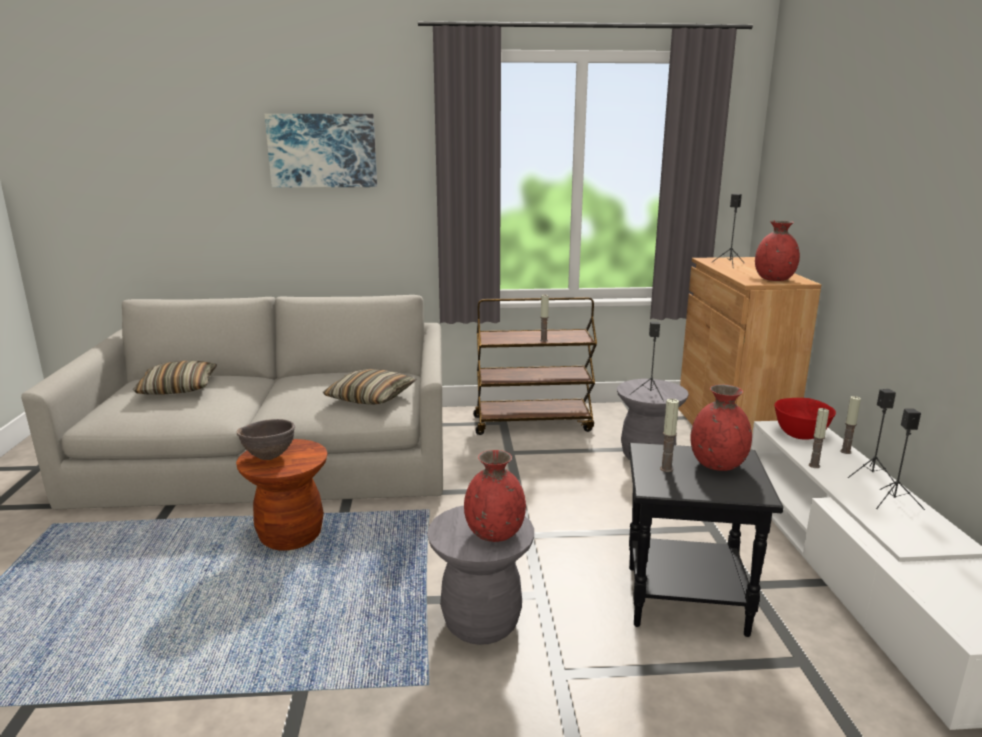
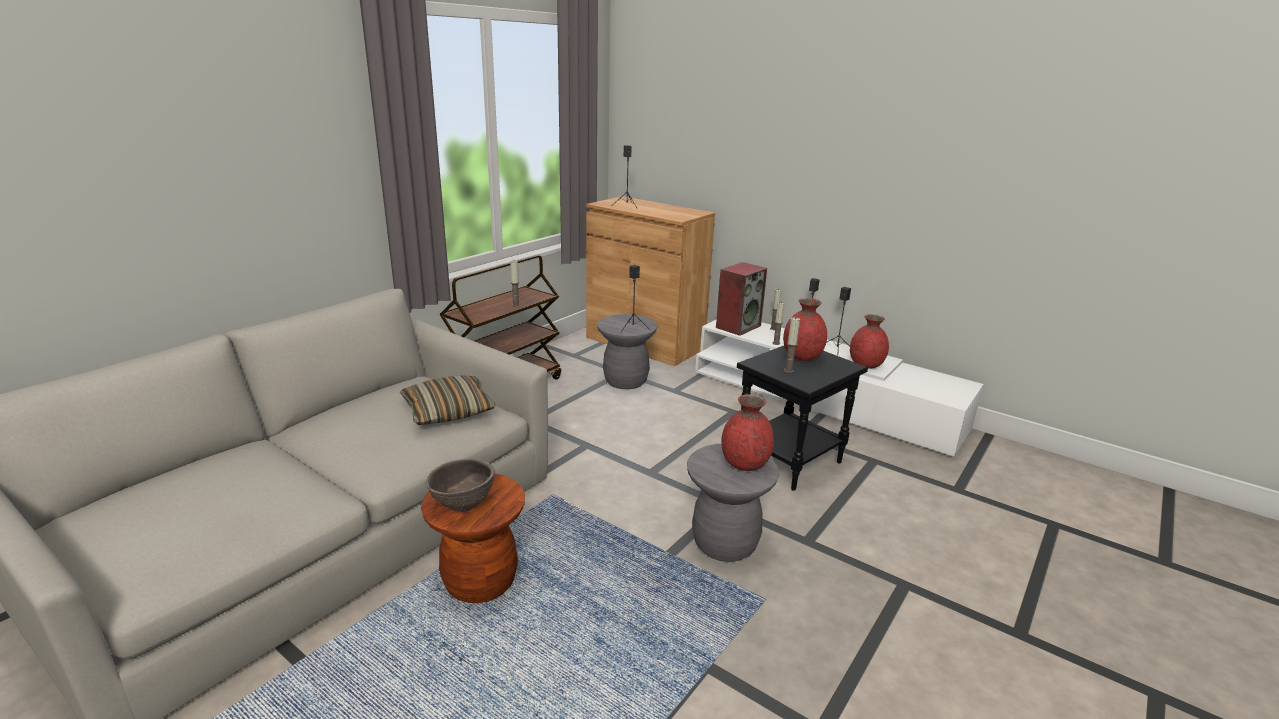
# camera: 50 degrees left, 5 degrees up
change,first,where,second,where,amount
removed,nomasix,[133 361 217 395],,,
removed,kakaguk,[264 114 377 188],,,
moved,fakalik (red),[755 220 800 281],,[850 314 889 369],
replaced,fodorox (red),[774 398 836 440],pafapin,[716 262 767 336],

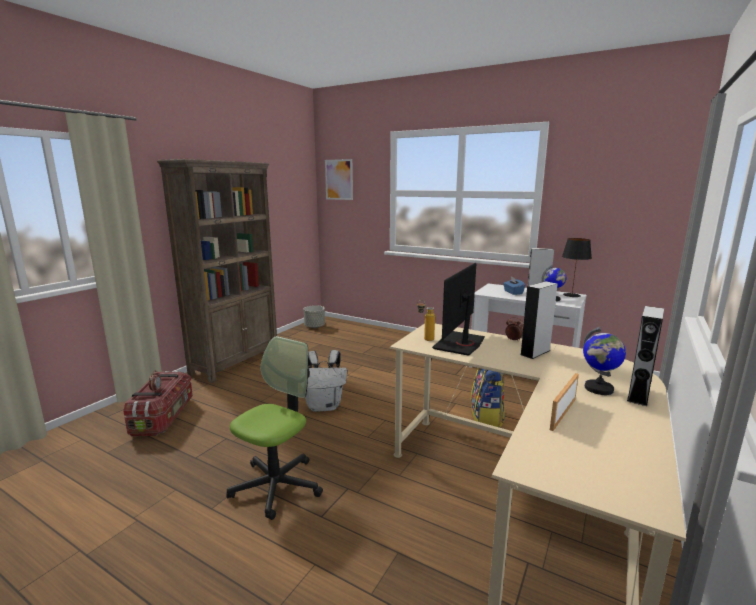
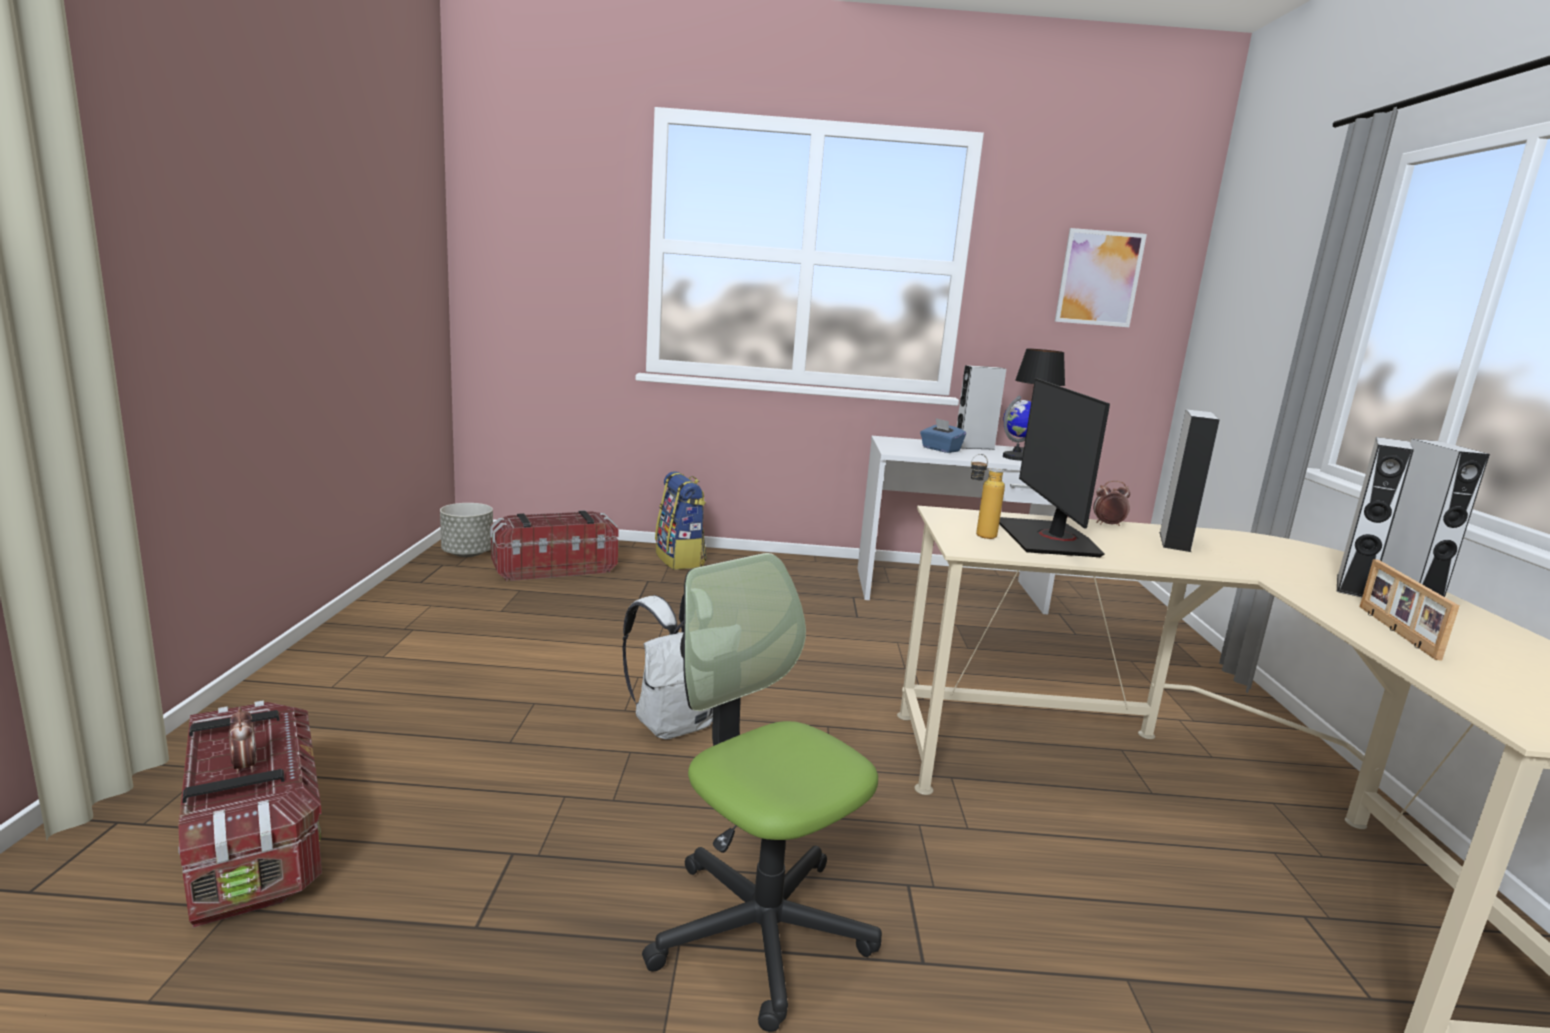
# camera: 30 degrees left, 0 degrees up
change,first,where,second,where,amount
removed,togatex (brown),[157 159 277 383],,,
turned,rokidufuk,[226 336 323 520],,[642 553 882 1032],45 degrees counterclockwise
moved,kakaguk,[325 159 353 200],,[1055 228 1147 327],
moved,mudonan,[471 368 505 428],,[655 471 707 570],
replaced,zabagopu,[583 327 626 395],pafapin (grey),[1337 437 1414 597],
added,,,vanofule,[490 510 619 581],

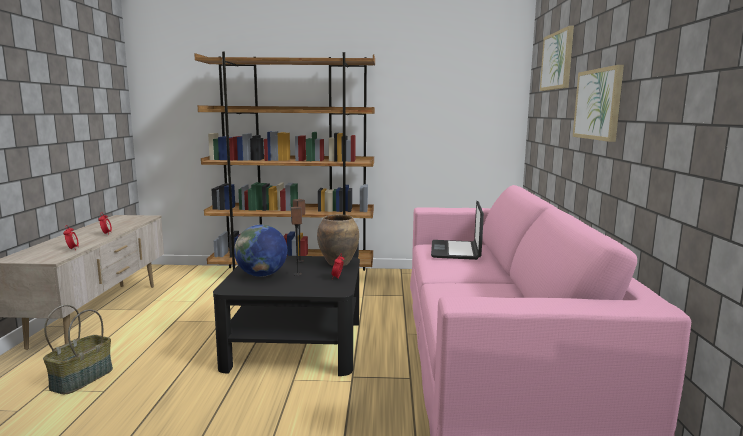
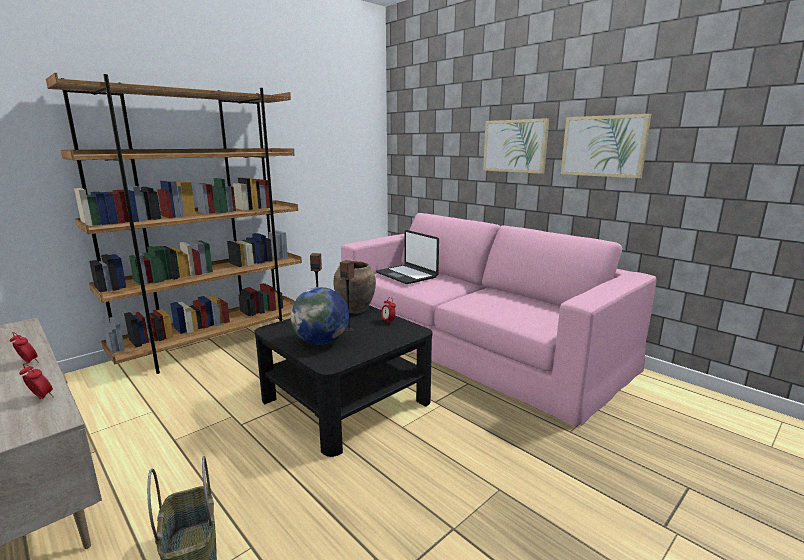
# camera: 45 degrees left, 5 degrees up
change,first,where,second,where,amount
moved,kakaguk,[540 26 574 91],,[561 114 651 178],

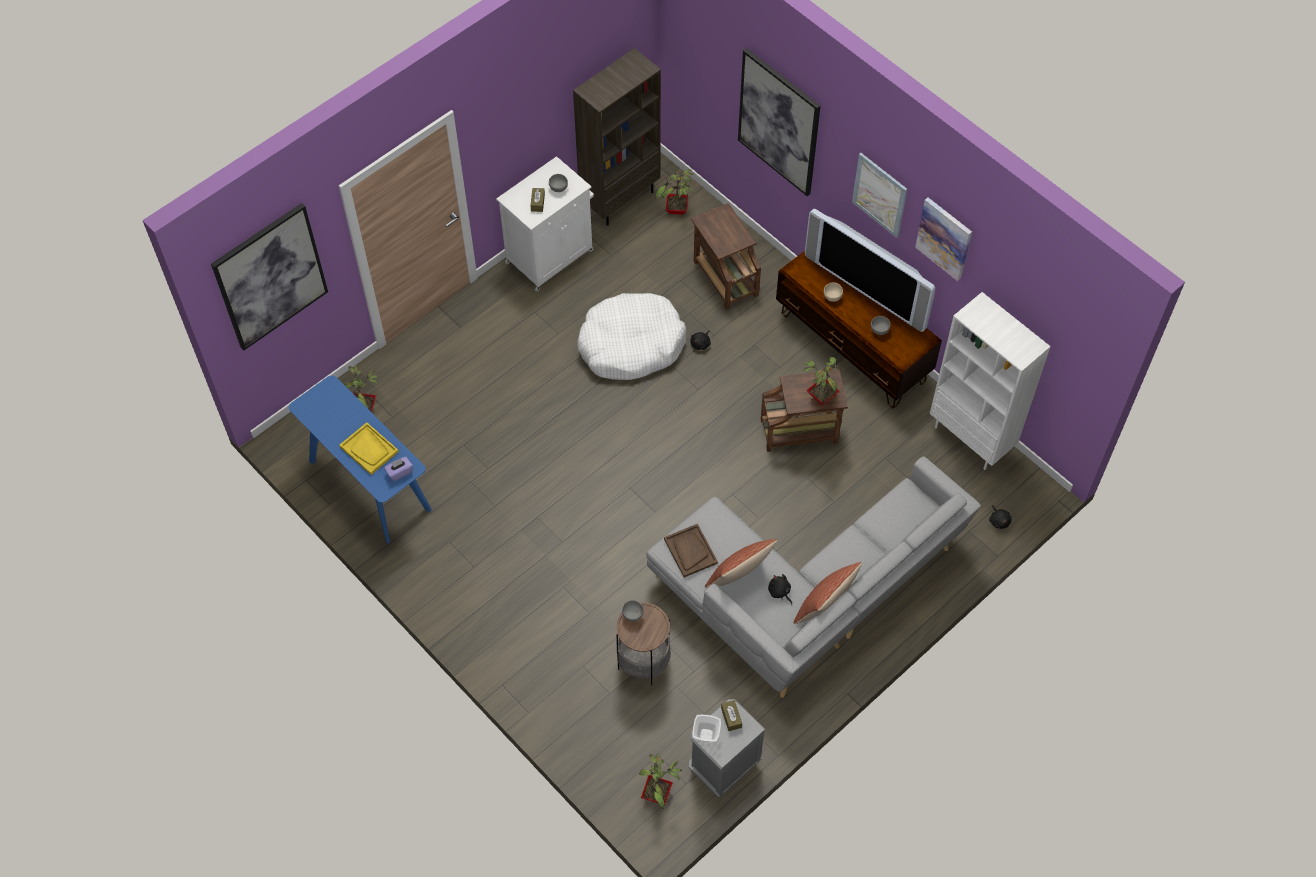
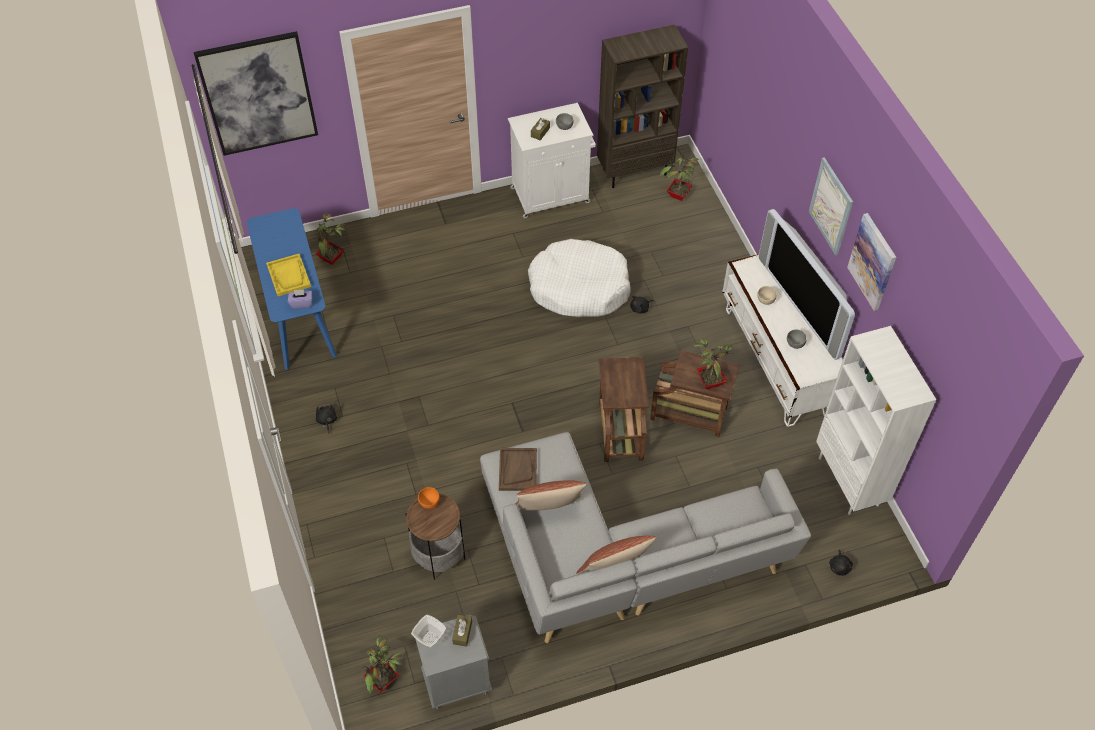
# camera: 25 degrees right, 5 degrees down
change,first,where,second,where,amount
recoloured,fodorox (grey),[622 600 644 622],fodorox (orange),[418 487 440 509],
moved,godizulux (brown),[691 203 761 310],,[599 357 649 462],
removed,kakaguk,[738 48 821 196],,,
moved,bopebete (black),[768 574 792 604],,[316 403 337 433],
recoloured,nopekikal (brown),[776 251 942 408],nopekikal (white),[722 254 843 427],

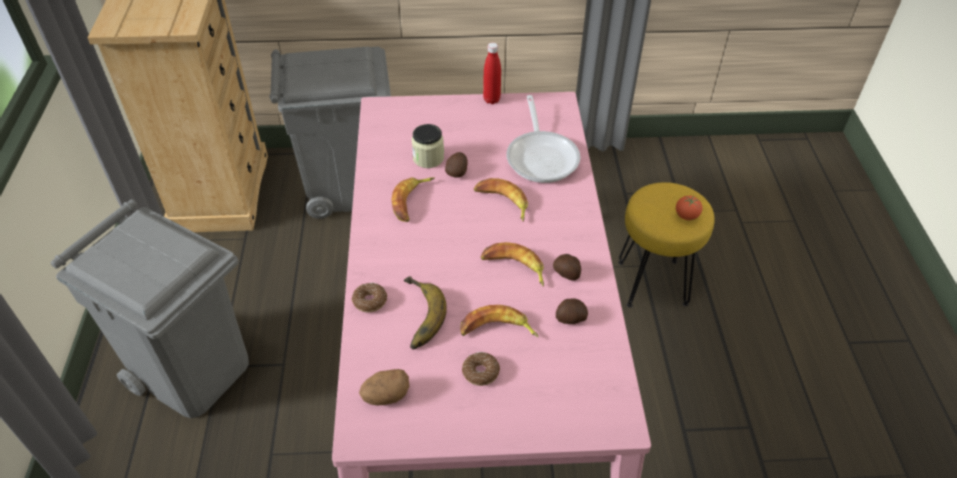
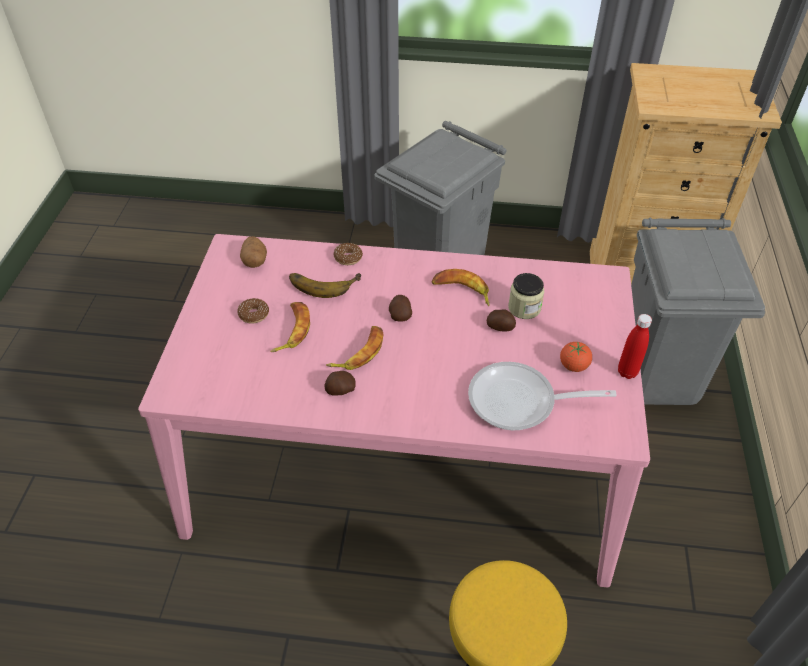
# camera: 100 degrees right, 0 degrees up
change,first,where,second,where,amount
removed,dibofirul,[474 178 528 222],,,
moved,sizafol,[556 298 588 324],,[389 295 412 322],
moved,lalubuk,[676 196 702 220],,[560 342 592 372],

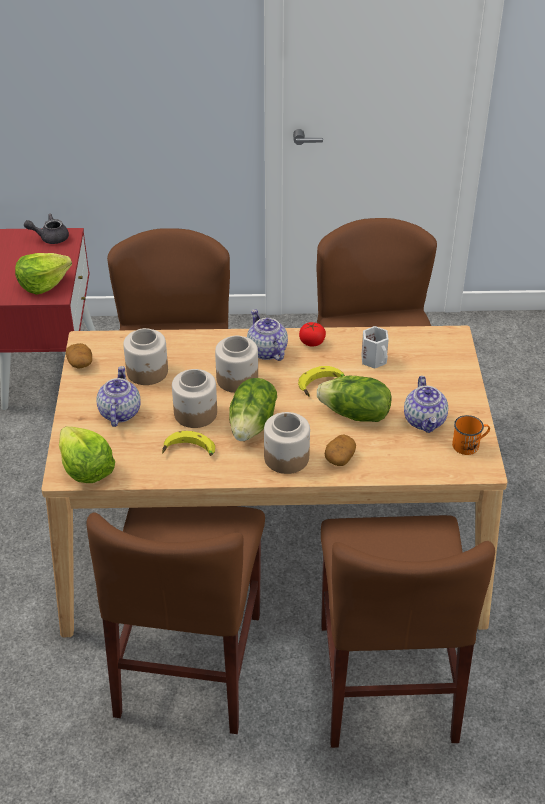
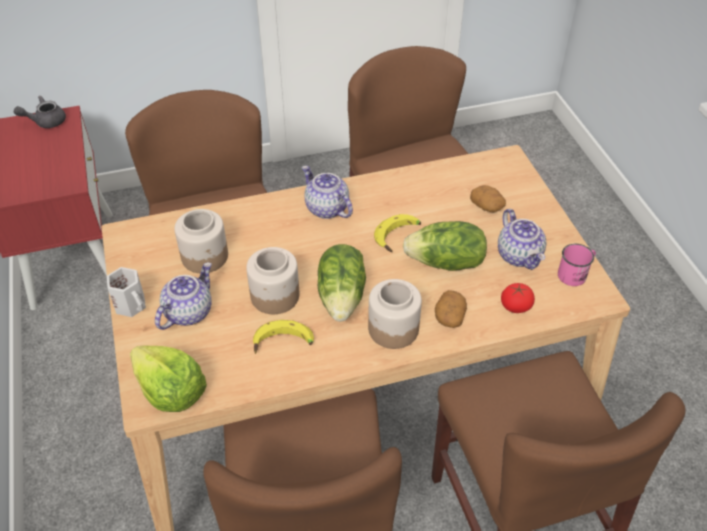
# camera: 15 degrees left, 5 degrees up
change,first,where,second,where,amount
removed,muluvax,[15 253 72 295],,,
moved,sizafol,[66 343 92 369],,[470 185 506 212],
turned,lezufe,[97 366 141 427],,[155 262 212 330],45 degrees clockwise
removed,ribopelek,[215 336 258 393],,,
moved,lalubuk,[299 322 326 347],,[501 283 535 313],
moved,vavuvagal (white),[361 326 389 369],,[107 267 146 317],
recoloured,vavuvagal (orange),[452 415 490 455],vavuvagal (pink),[558 244 596 286],

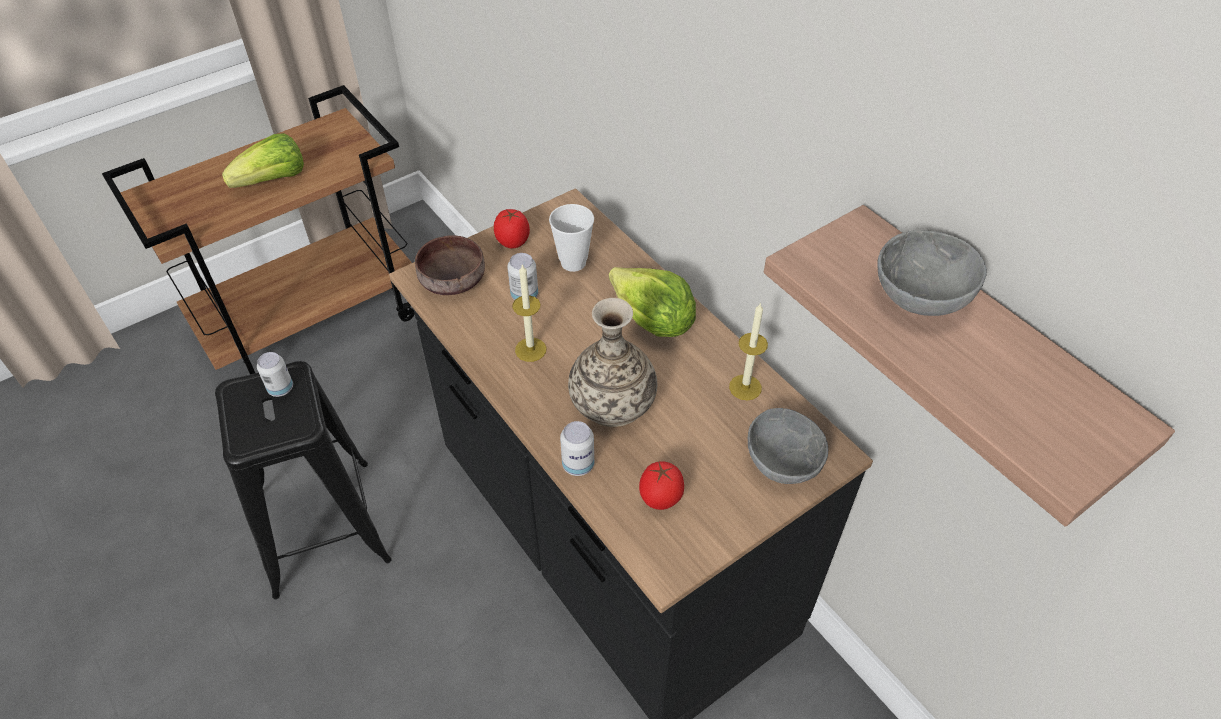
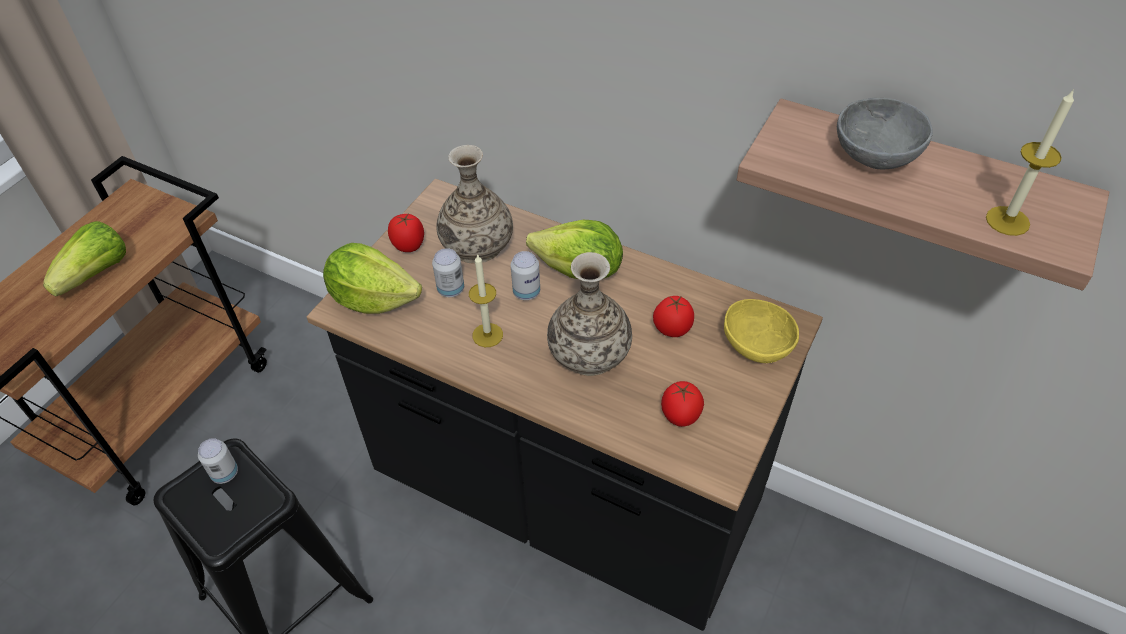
# camera: 25 degrees left, 0 degrees up
change,first,where,second,where,amount
replaced,fodorox (brown),[415 235 485 295],muluvax,[323 243 422 314],
replaced,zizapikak,[549 204 594 272],fakalik,[436 145 513 264],
moved,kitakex,[560 421 594 476],,[511 251 540 300],
moved,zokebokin,[729 303 768 401],,[986 89 1074 236],
recoloured,fodorox (grey),[748 408 828 484],fodorox (yellow),[724 299 799 363],
added,,,lalubuk,[653 296 694 337],

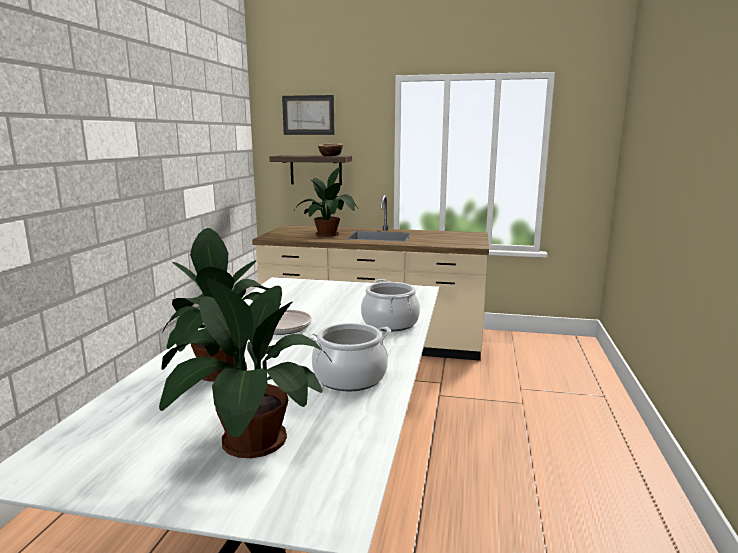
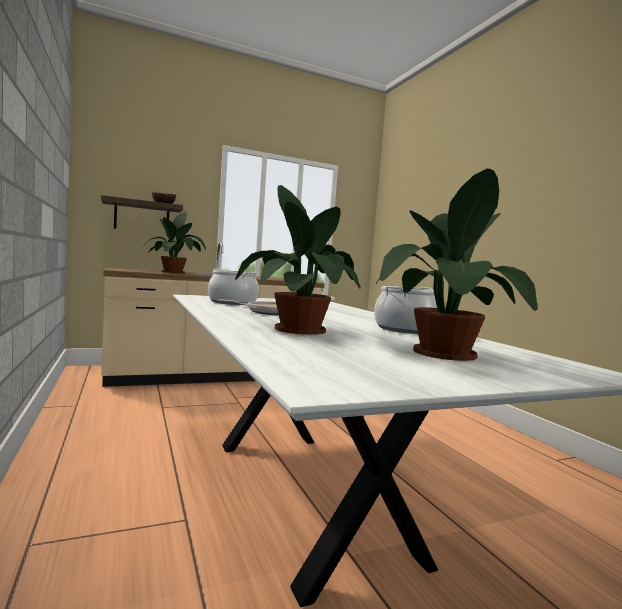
# camera: 35 degrees left, 10 degrees down
change,first,where,second,where,amount
removed,kakaguk,[282 95 334 135],,,
moved,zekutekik,[361 279 420 331],,[208 268 259 305],

